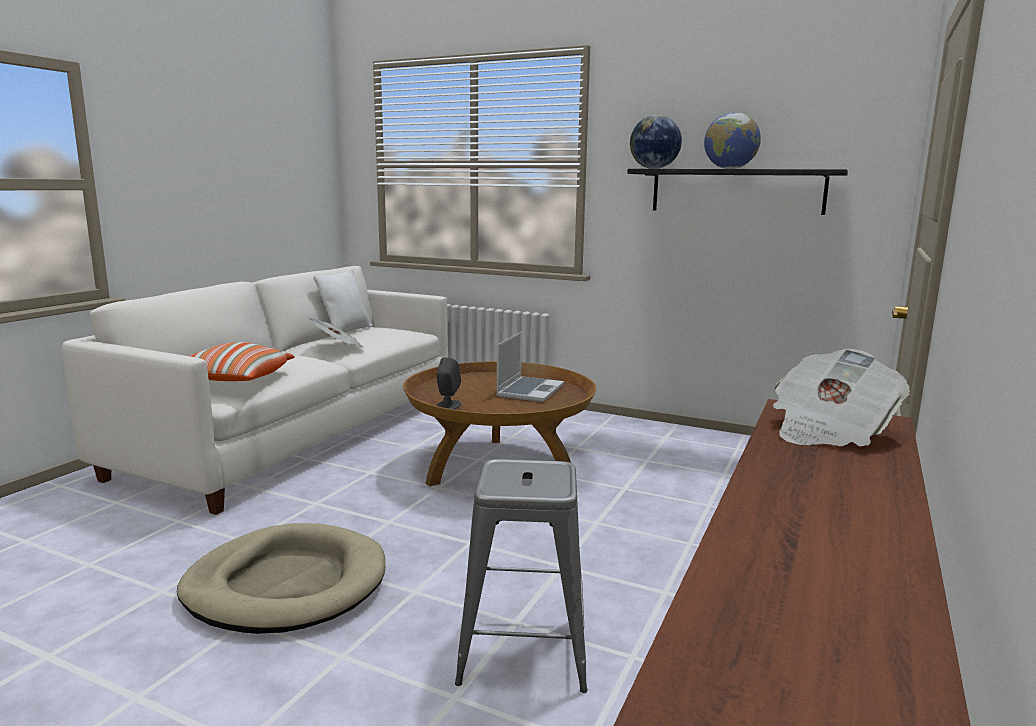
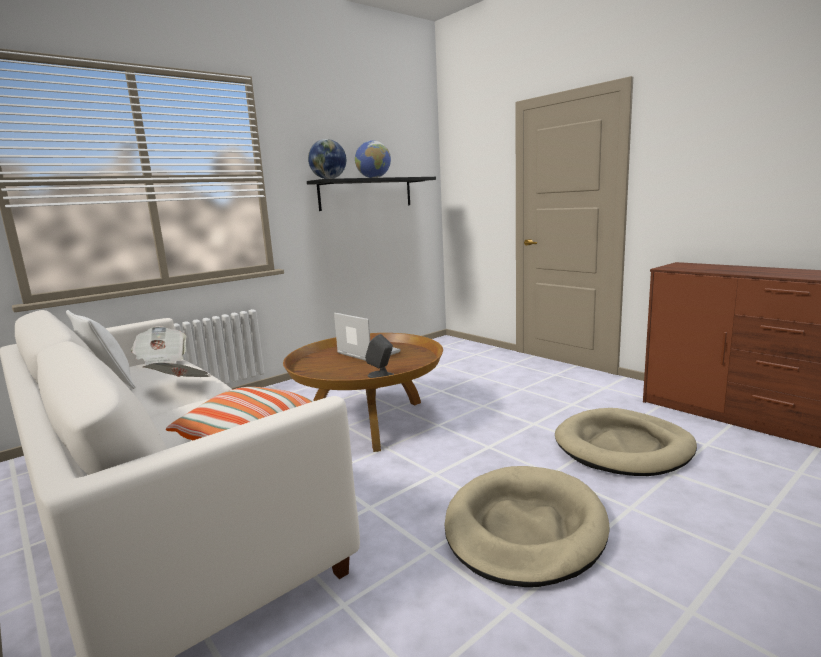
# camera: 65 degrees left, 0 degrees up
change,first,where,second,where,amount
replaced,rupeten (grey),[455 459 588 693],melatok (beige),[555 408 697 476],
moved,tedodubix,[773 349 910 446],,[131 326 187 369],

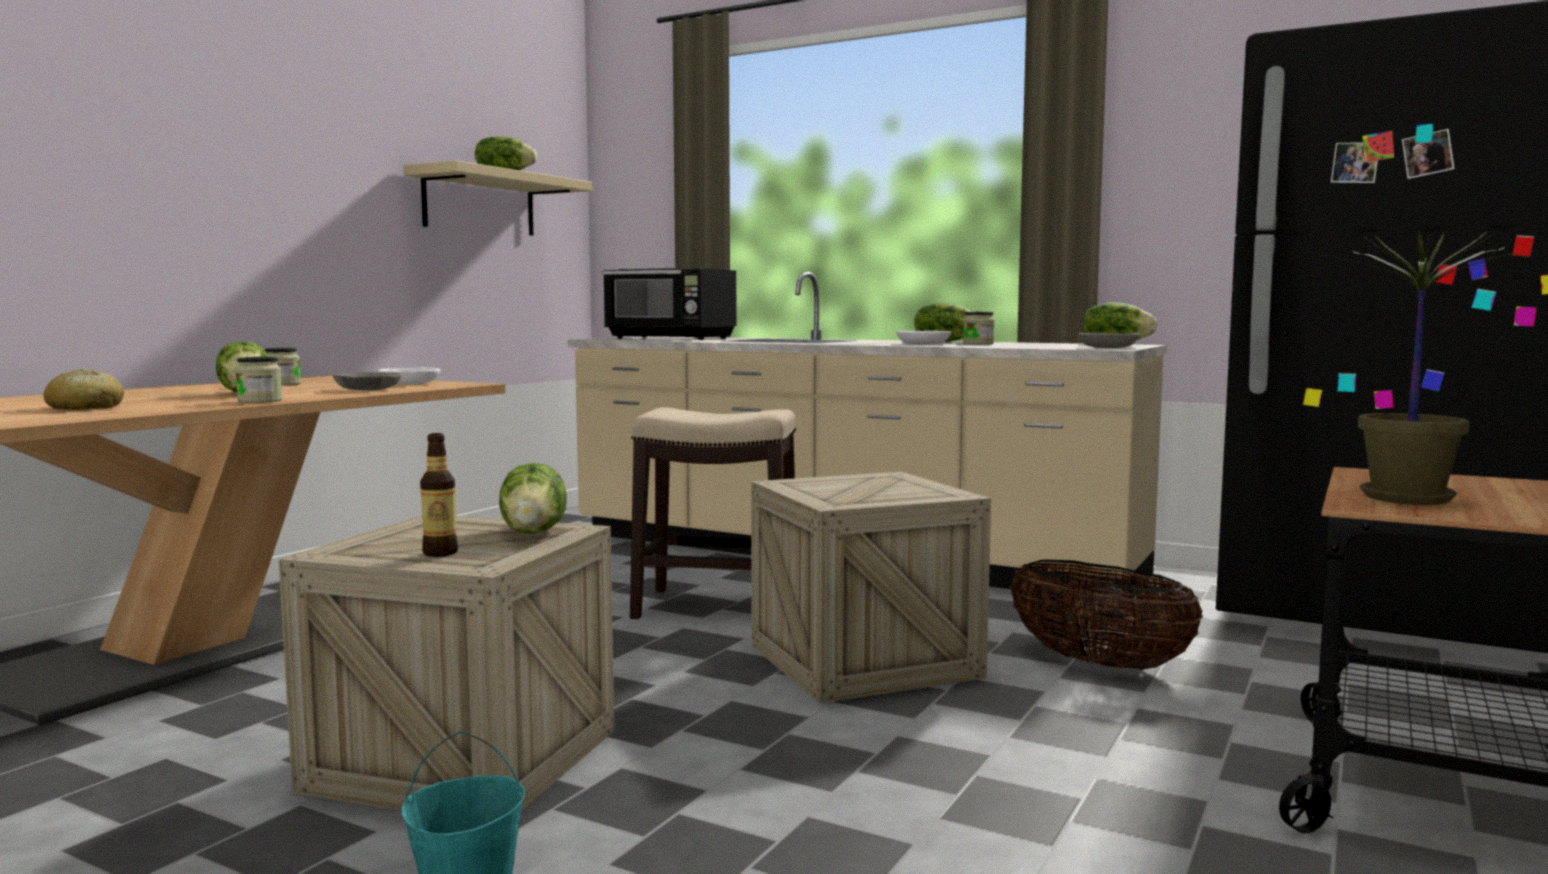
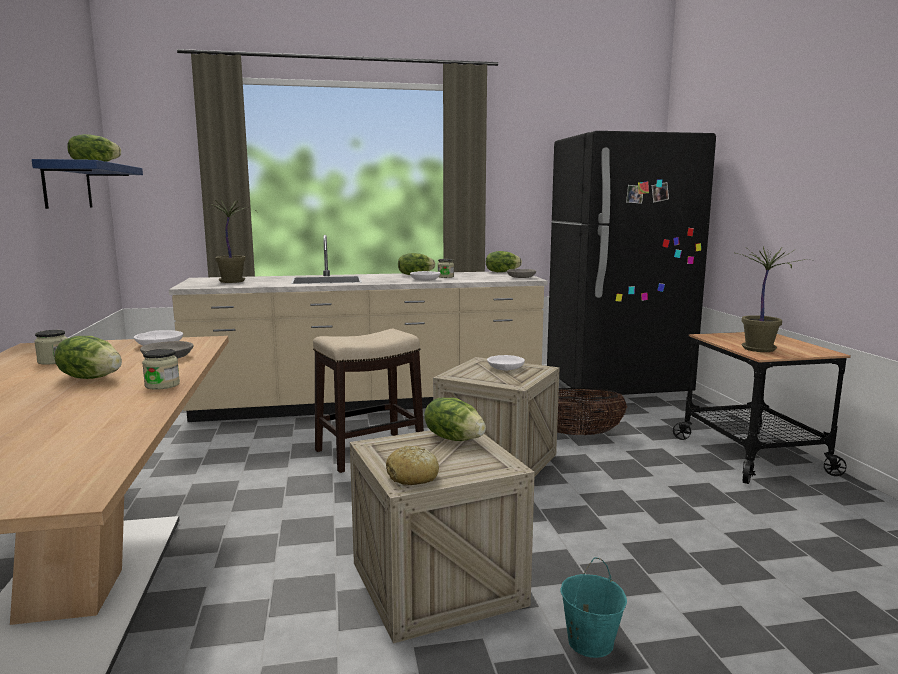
# camera: 40 degrees left, 5 degrees up
change,first,where,second,where,amount
moved,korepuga,[43 369 124 410],,[386 445 439 485],
recoloured,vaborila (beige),[404 160 592 235],vaborila (blue),[32 159 143 209],
removed,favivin,[420 433 458 557],,,
replaced,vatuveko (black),[602 268 737 340],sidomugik,[207 199 252 283],
added,,,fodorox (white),[487 355 525 370],

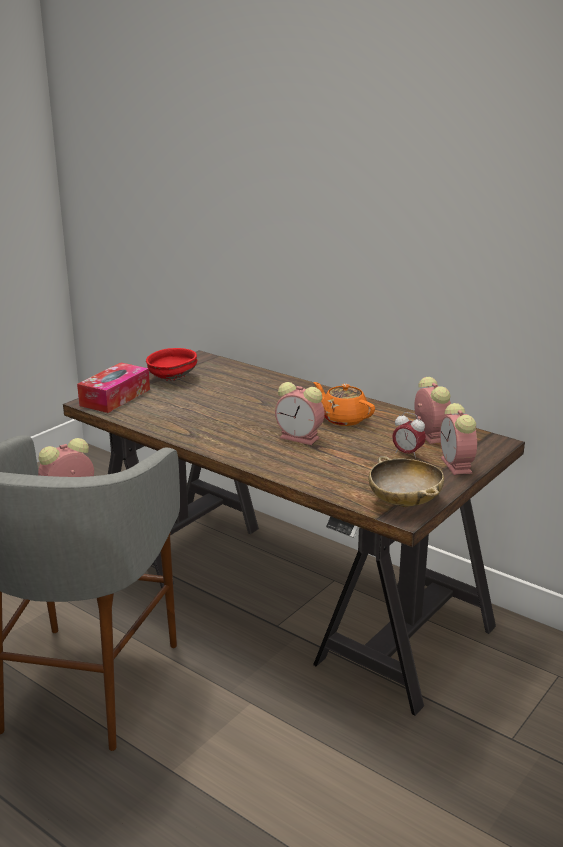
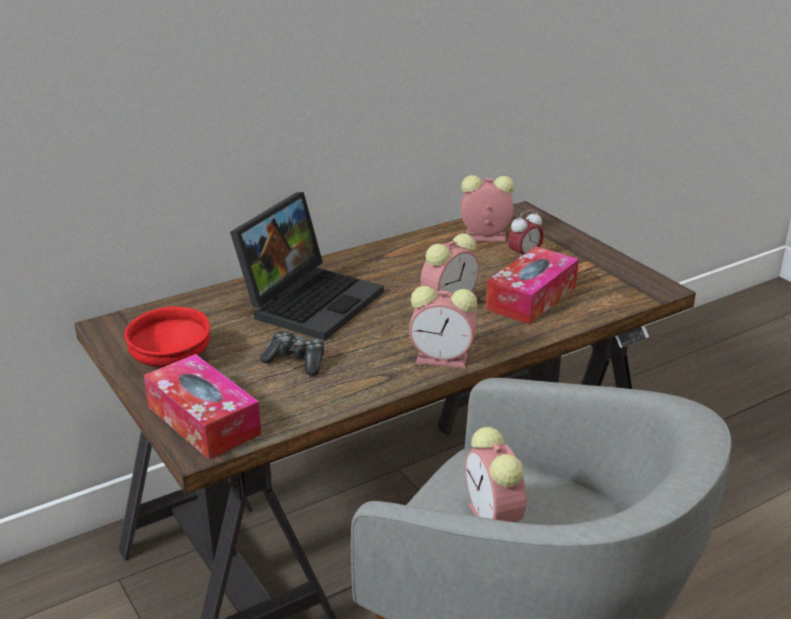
# camera: 70 degrees left, 5 degrees up
change,first,where,second,where,amount
removed,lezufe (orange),[313 382 375 426],,,
removed,fodorox (beige),[368 456 444 507],,,
moved,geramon,[440 403 477 475],,[409 286 477 368],
added,,,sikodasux,[230 192 384 341],
added,,,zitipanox,[260 331 324 376],
added,,,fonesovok,[486 246 579 325],

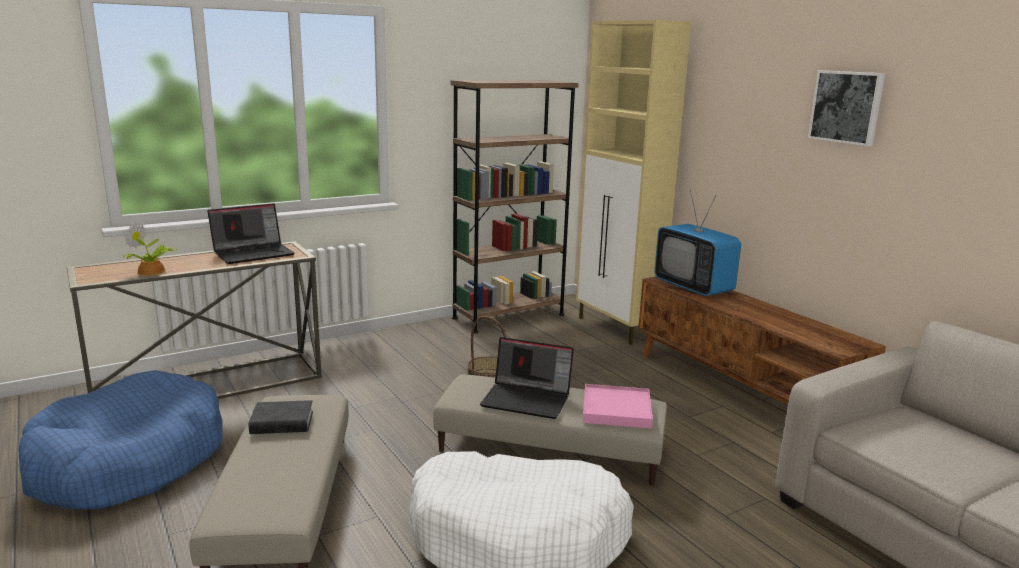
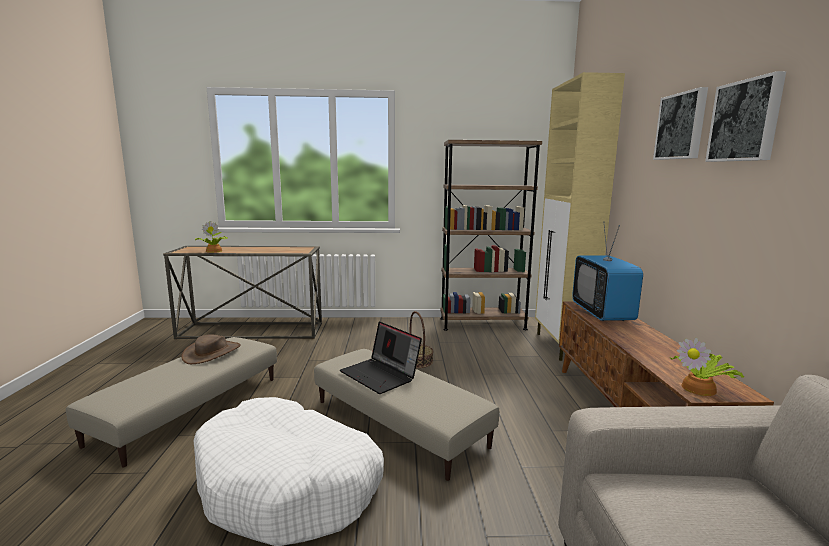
# camera: 30 degrees right, 5 degrees down
change,first,where,second,where,amount
removed,melatok (blue),[19 370 223 509],,,
removed,sikodasux,[207 203 295 264],,,
replaced,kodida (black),[249 400 313 434],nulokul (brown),[181 335 241 364],
removed,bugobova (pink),[583 384 653 429],,,
added,,,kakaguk,[653 87 708 160],
added,,,sidomugik,[670 337 744 396],

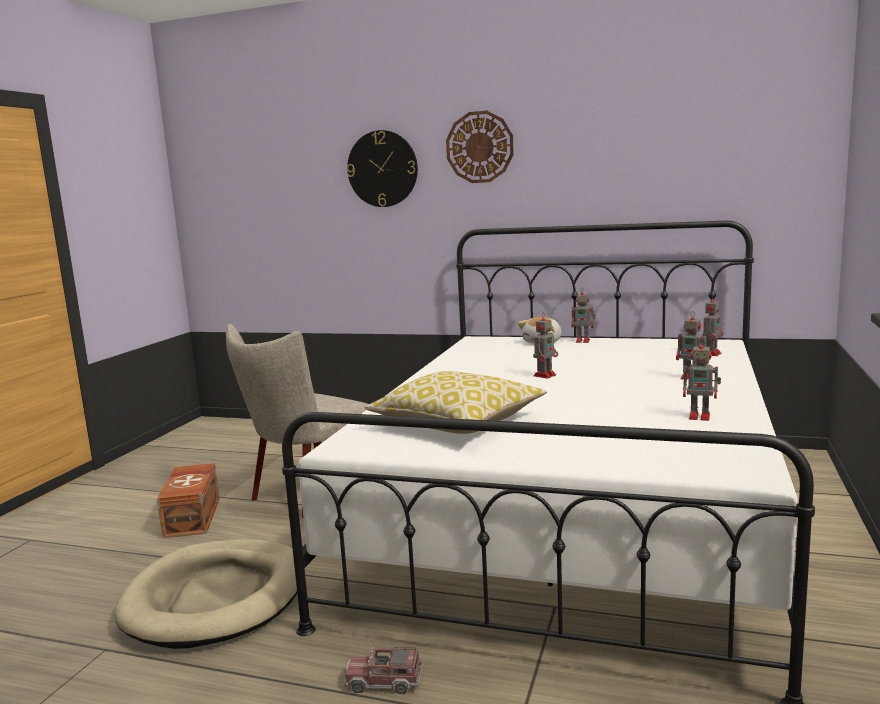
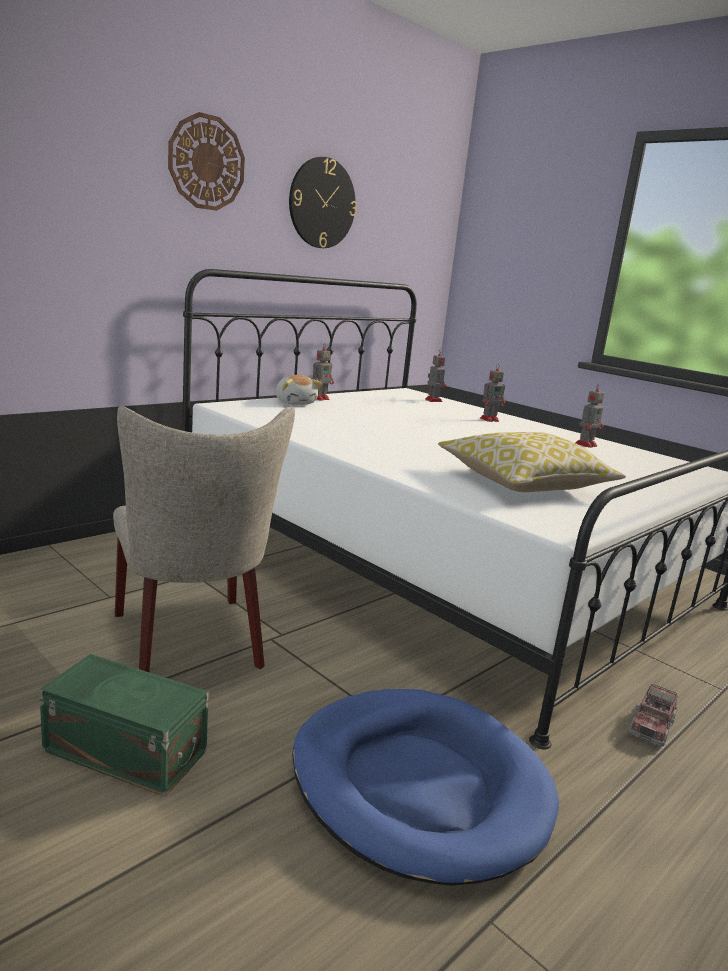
# camera: 65 degrees left, 5 degrees up
change,first,where,second,where,amount
recoloured,melatok (beige),[114 539 297 649],melatok (blue),[292 689 559 886],
recoloured,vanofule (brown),[157 463 219 538],vanofule (green),[39 654 209 797],
moved,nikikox,[347 130 418 207],,[289 157 357 248],
removed,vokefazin,[533 312 558 379],,,

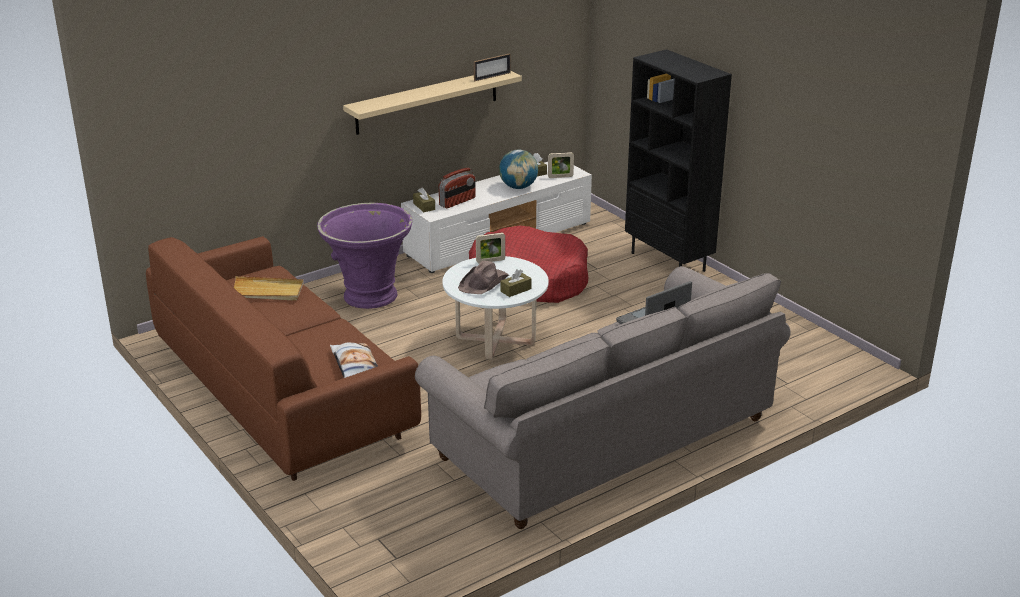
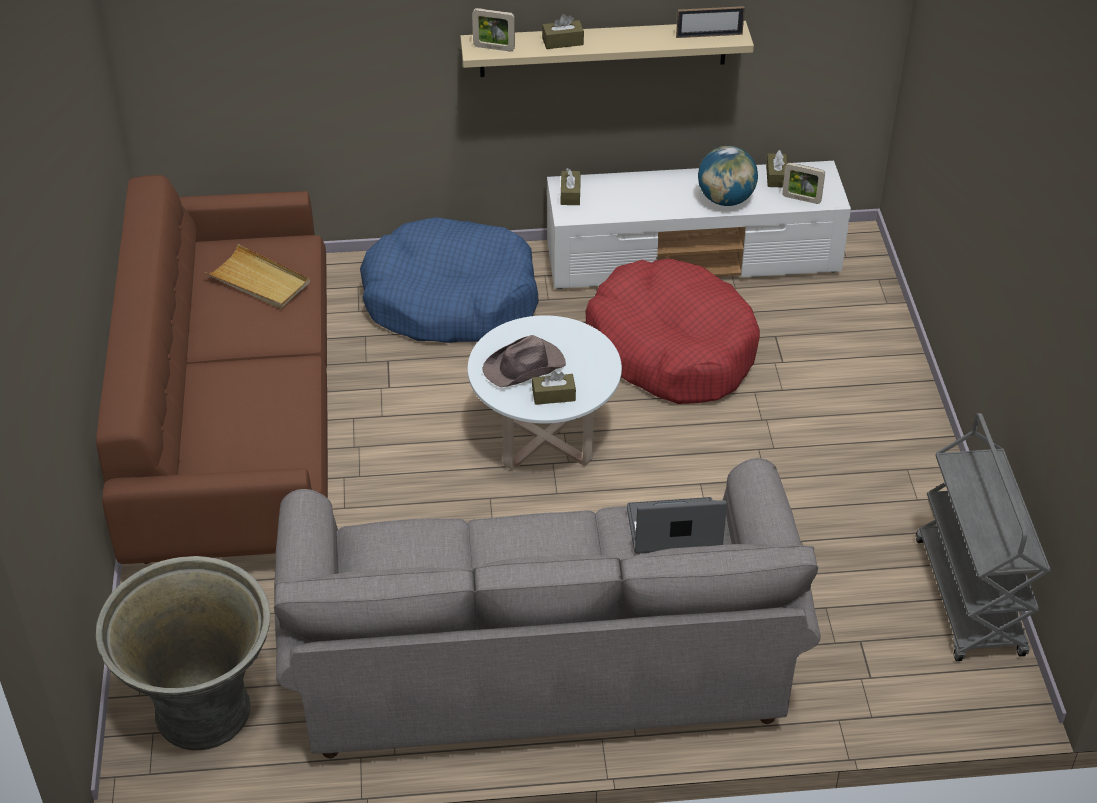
# camera: 30 degrees right, 15 degrees up
change,first,where,second,where,amount
replaced,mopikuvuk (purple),[317 203 413 309],melatok (blue),[360 217 538 343],
removed,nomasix,[330 342 378 378],,,
removed,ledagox,[439 168 476 208],,,
moved,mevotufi,[476 233 505 263],,[472 8 515 52],
removed,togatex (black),[625 49 732 272],,,
added,,,mopikuvuk (grey),[96 556 271 750],
added,,,fonesovok (brown),[542 14 584 49],
added,,,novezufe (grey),[916 413 1050 661],

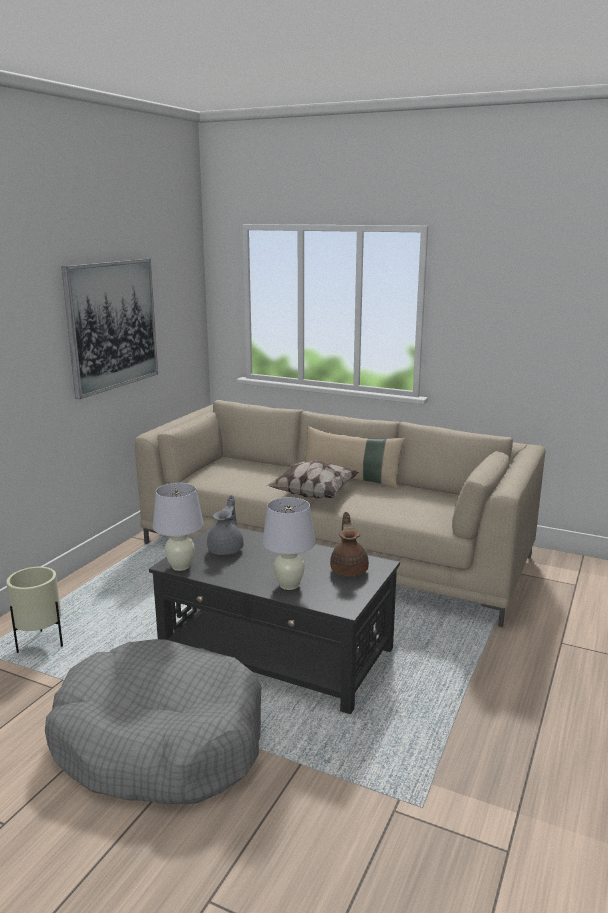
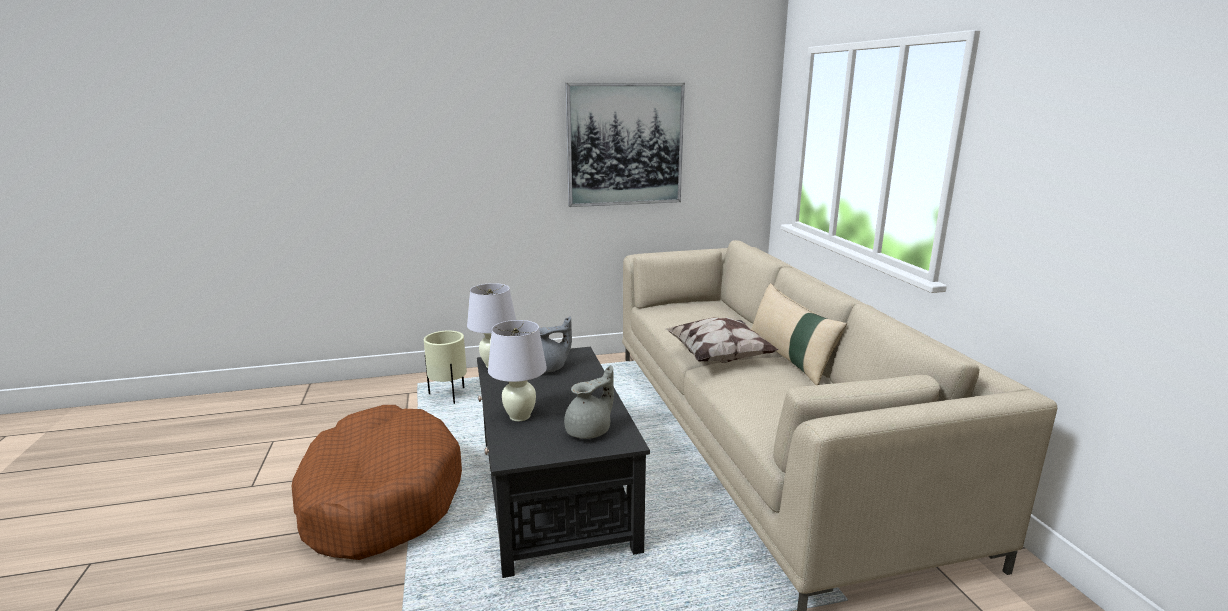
# camera: 50 degrees right, 0 degrees up
change,first,where,second,where,amount
recoloured,melatok (grey),[45 639 261 804],melatok (brown),[292 405 462 560],
recoloured,lezufe (brown),[330 512 369 577],lezufe (grey),[564 365 614 439],

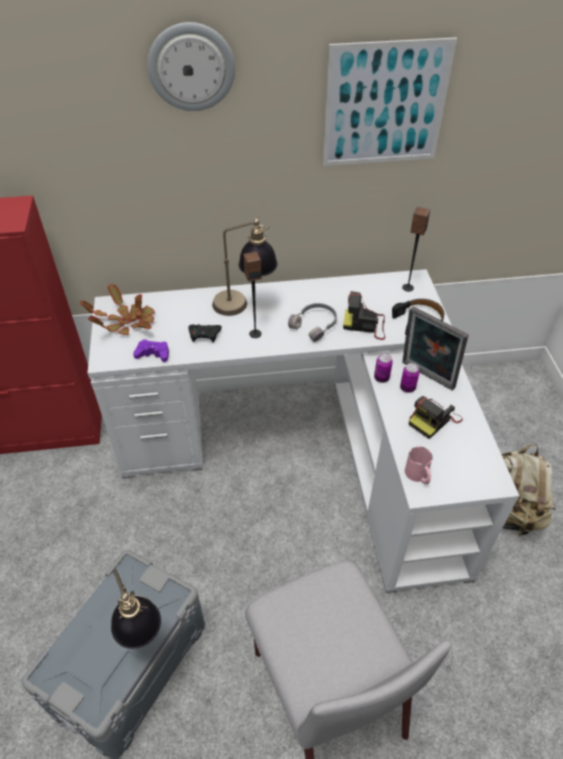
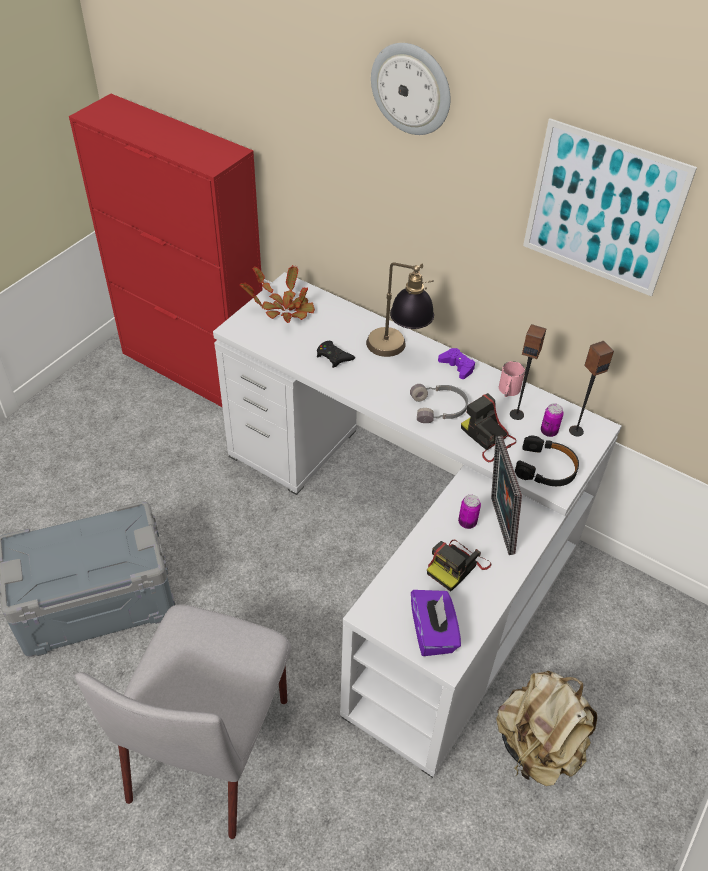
# camera: 40 degrees right, 0 degrees up
change,first,where,second,where,amount
removed,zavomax,[111 569 161 649],,,
moved,zitipanox (purple),[133 339 169 362],,[438 348 475 379],
moved,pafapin,[244 251 262 338],,[510 324 546 420],
moved,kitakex,[374 353 393 383],,[541 403 564 437],
moved,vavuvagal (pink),[405 446 433 484],,[499 361 525 397],
turned,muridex,[409 396 463 439],,[427 540 491 592],45 degrees counterclockwise
added,,,fonesovok (purple),[411 590 461 656],

